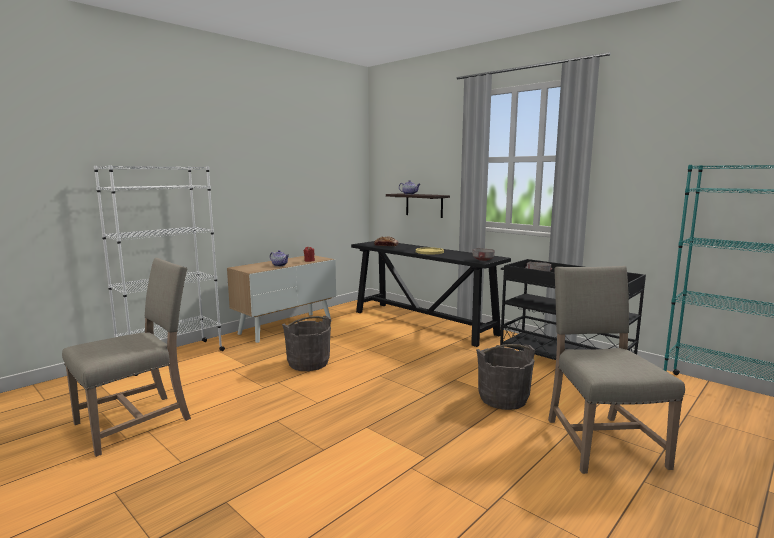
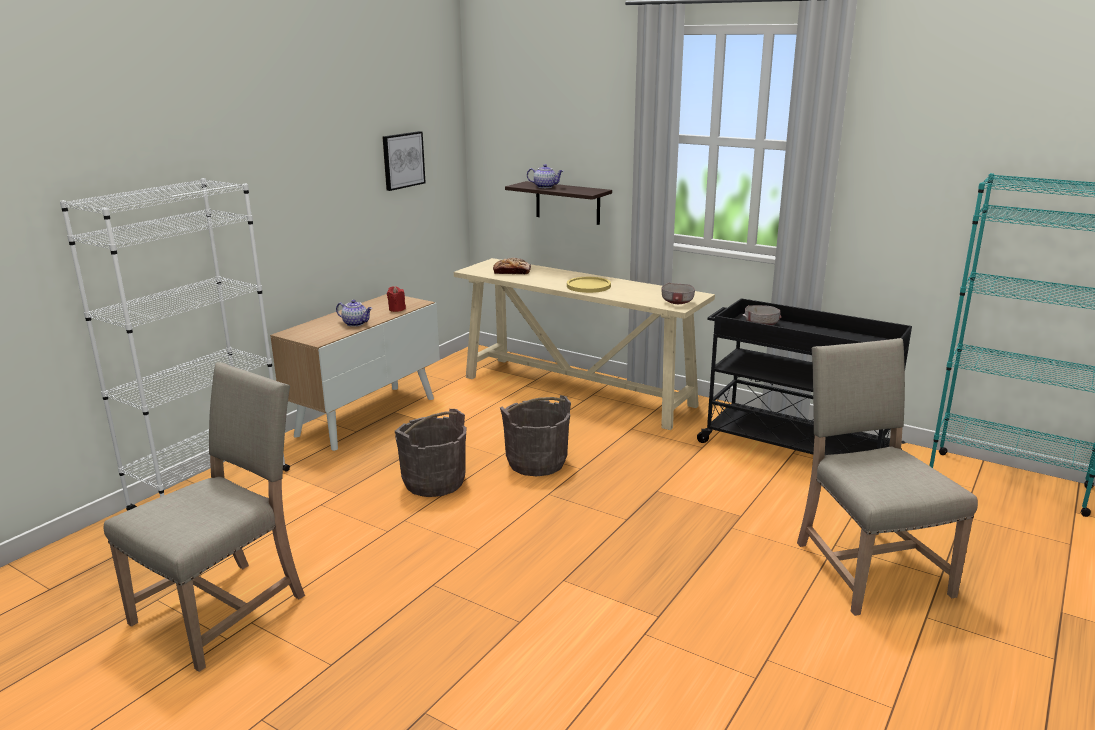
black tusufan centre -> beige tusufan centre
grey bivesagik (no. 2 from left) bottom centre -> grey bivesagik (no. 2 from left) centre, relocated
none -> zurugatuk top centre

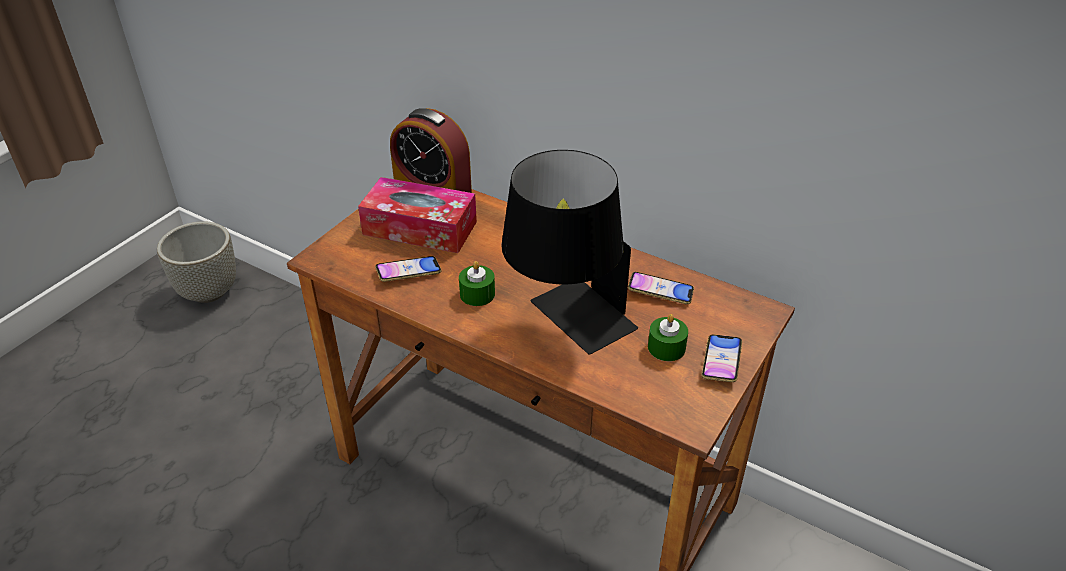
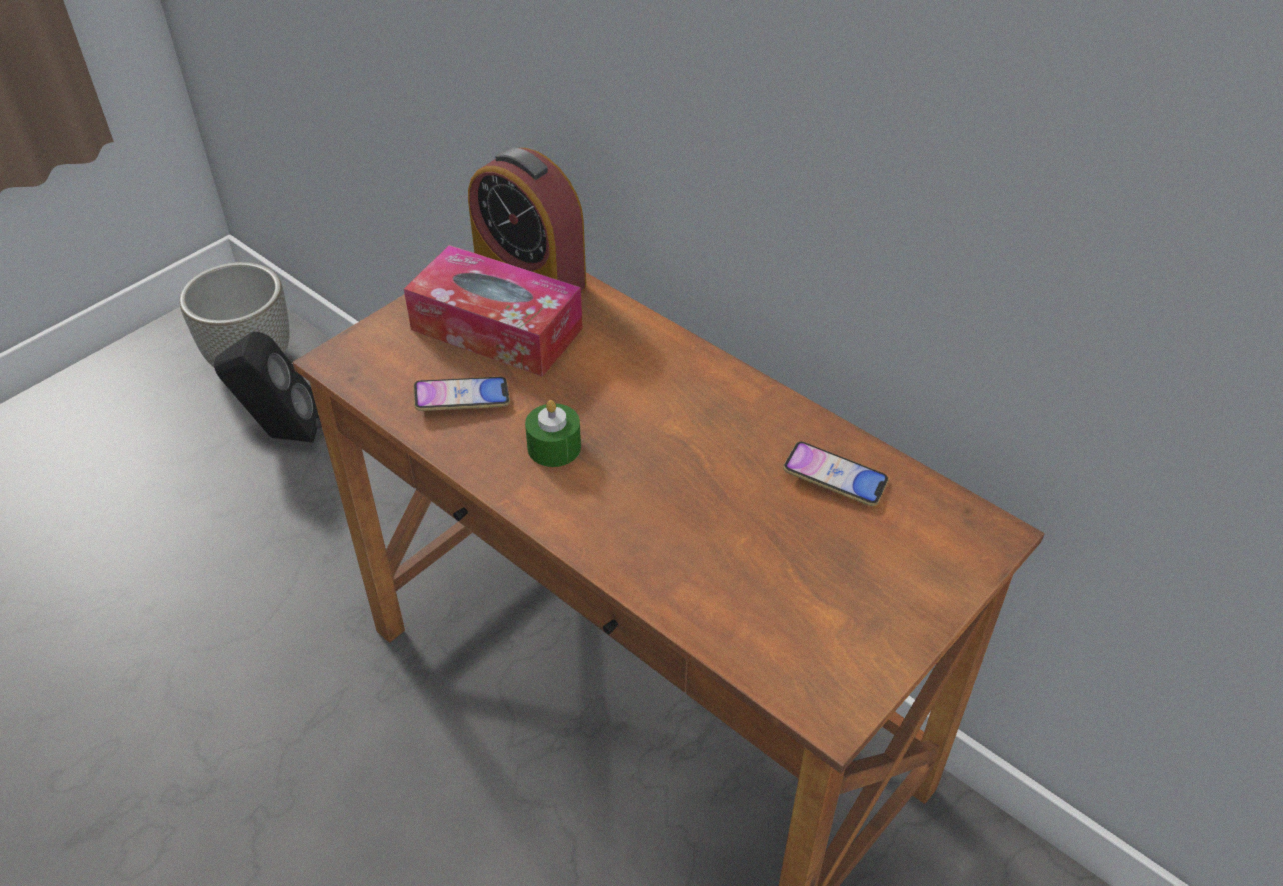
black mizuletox centre -> none
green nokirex (no. 2 from left) centre -> none
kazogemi (no. 3 from left) middle right -> none
none -> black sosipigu middle left

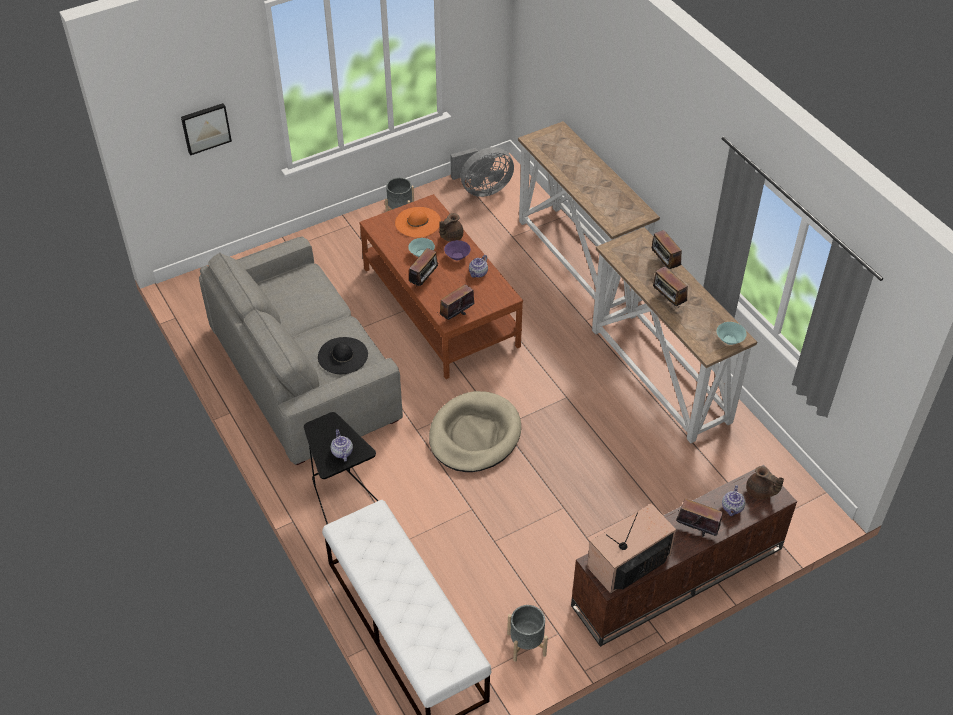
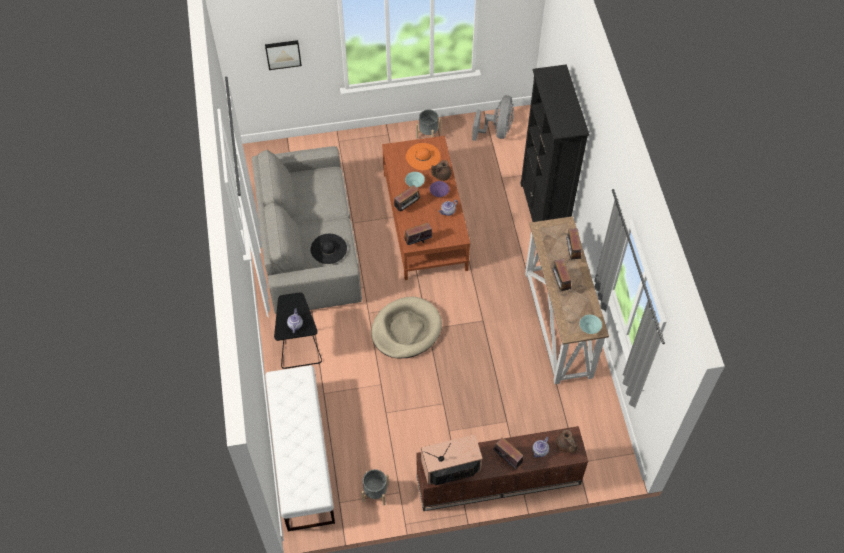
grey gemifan top centre, 75 degrees counterclockwise
tusufan (no. 1 from left) top centre -> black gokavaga top centre

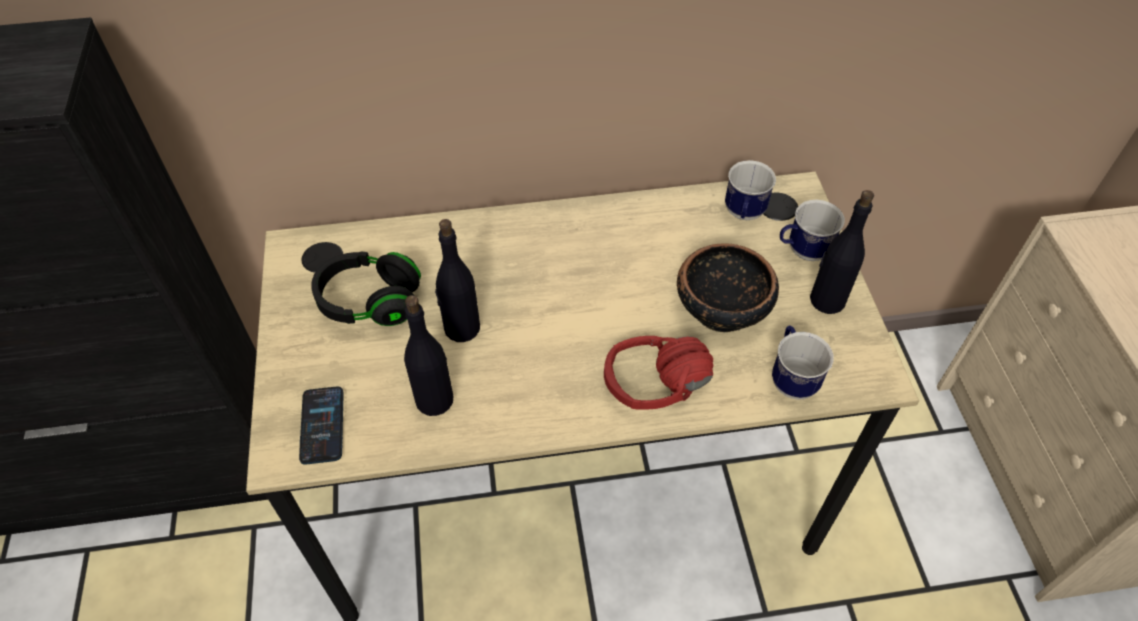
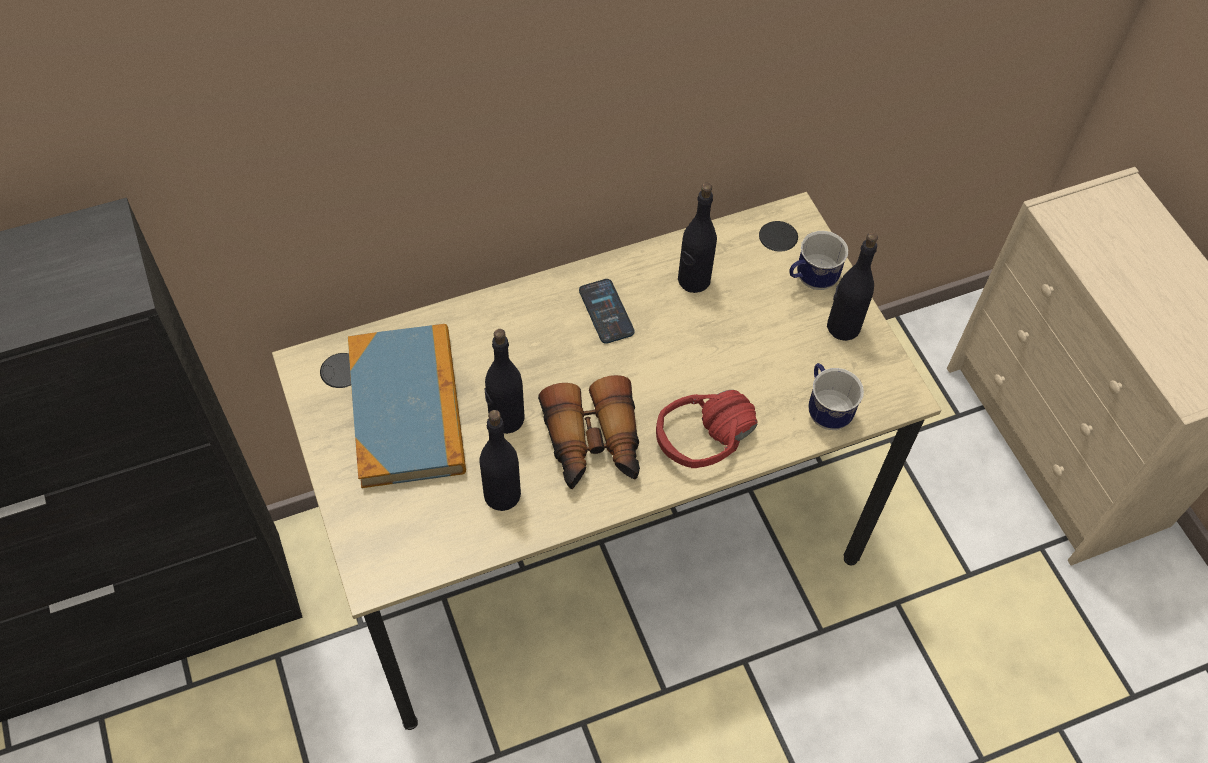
kazogemi bottom left -> kazogemi centre, relocated
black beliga middle left -> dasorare centre
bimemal centre -> none
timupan (no. 1 from left) top centre -> none
none -> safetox centre
none -> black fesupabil (no. 3 from left) top centre

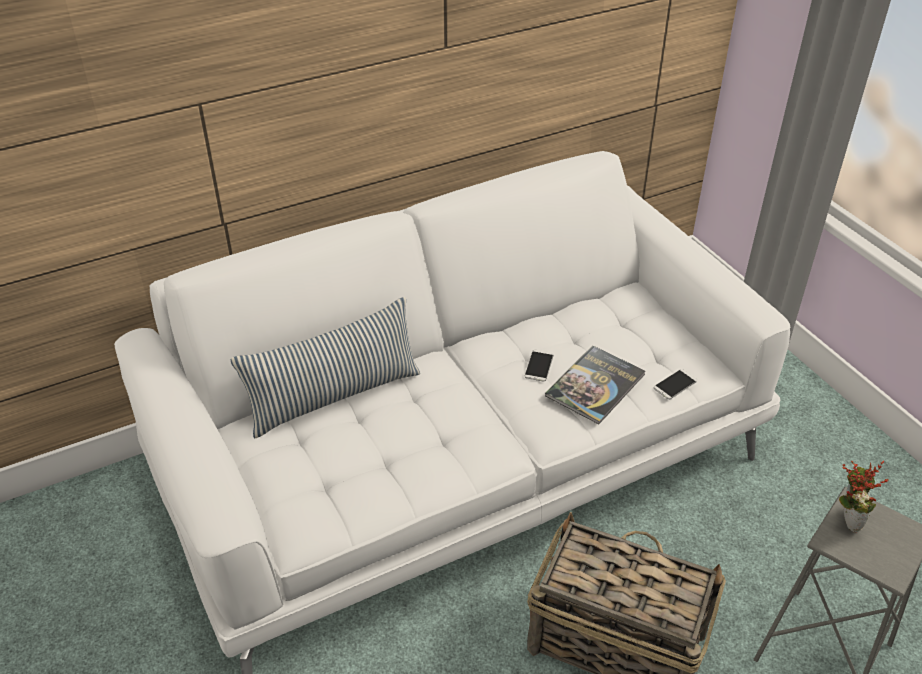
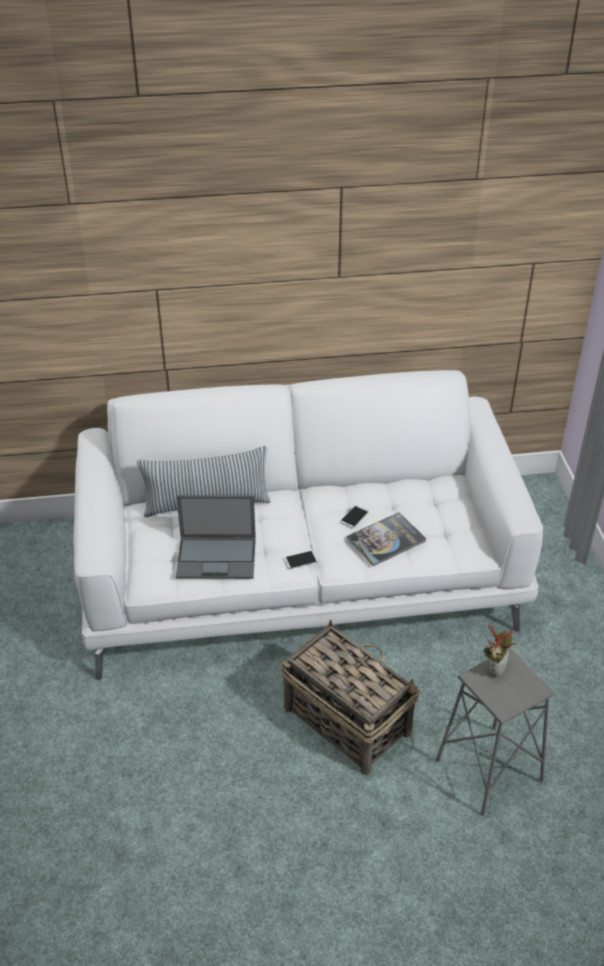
kazogemi (no. 2 from left in the first image) middle right -> kazogemi (no. 1 from left) centre, relocated
none -> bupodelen centre

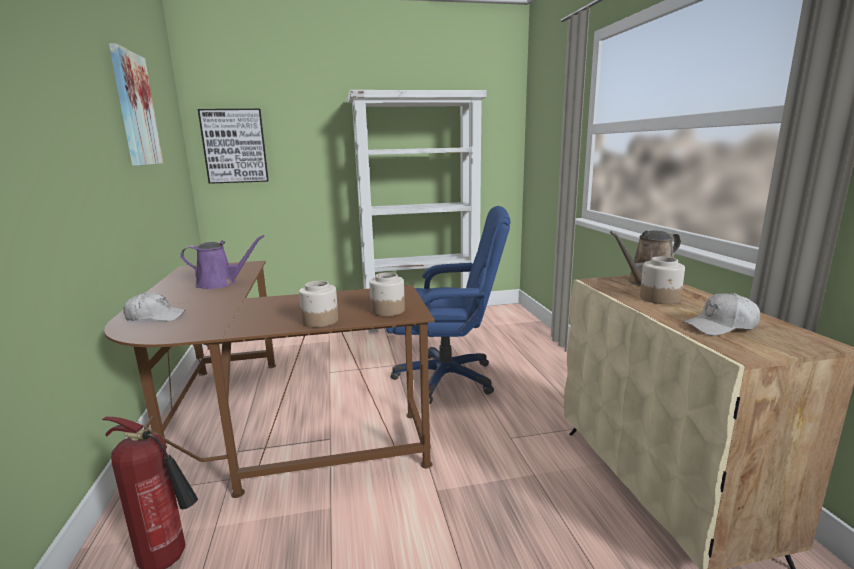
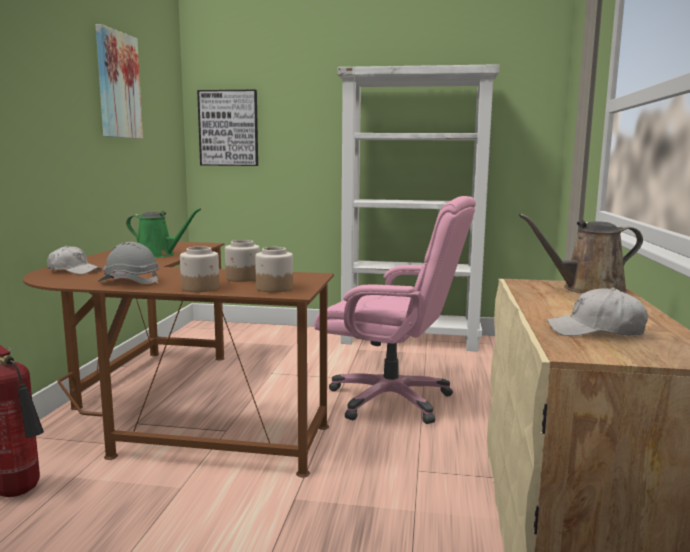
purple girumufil middle left -> green girumufil middle left
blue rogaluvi centre -> pink rogaluvi centre
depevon (no. 3 from left in the first image) middle right -> depevon (no. 2 from left) centre, relocated
none -> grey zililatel middle left

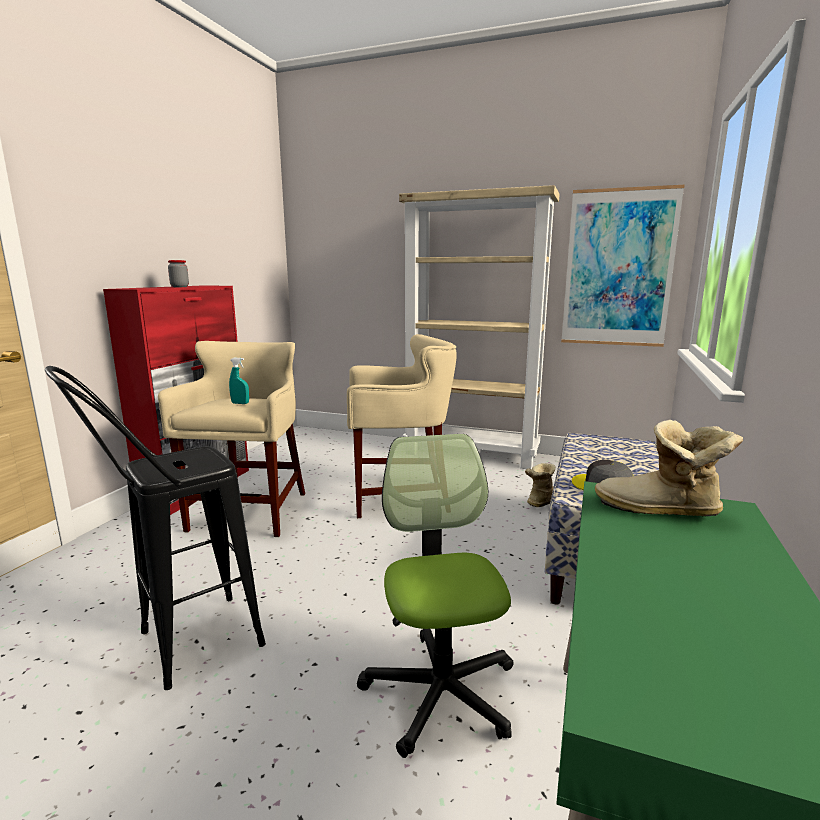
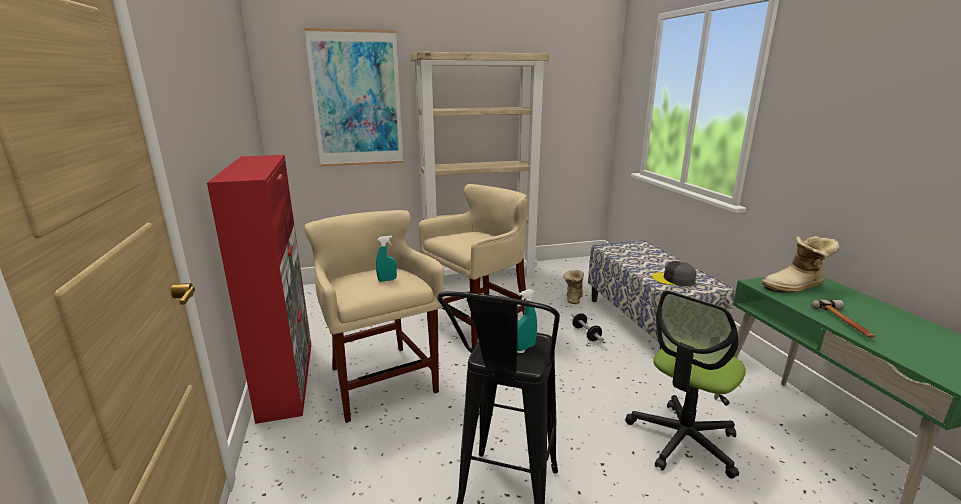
depevon top left -> none
rogaluvi bottom centre -> rogaluvi bottom right, 90 degrees counterclockwise
zurugatuk top right -> zurugatuk top centre, relocated
none -> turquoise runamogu (no. 2 from left) centre
none -> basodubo centre
none -> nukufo middle right

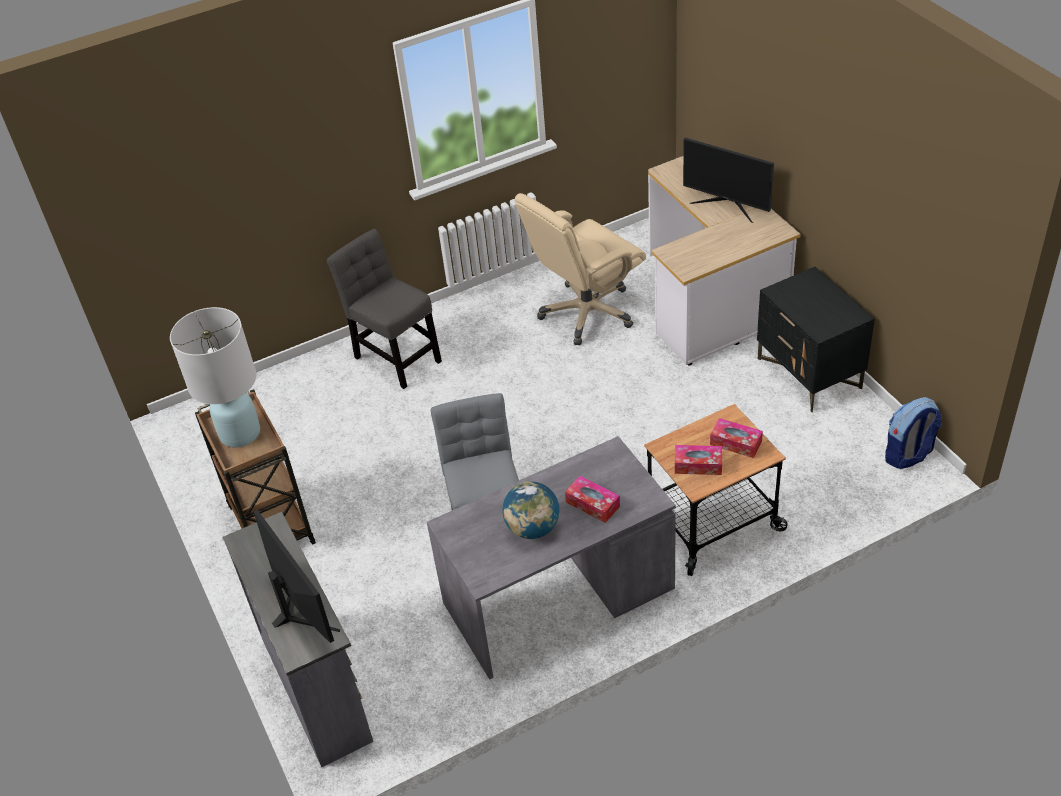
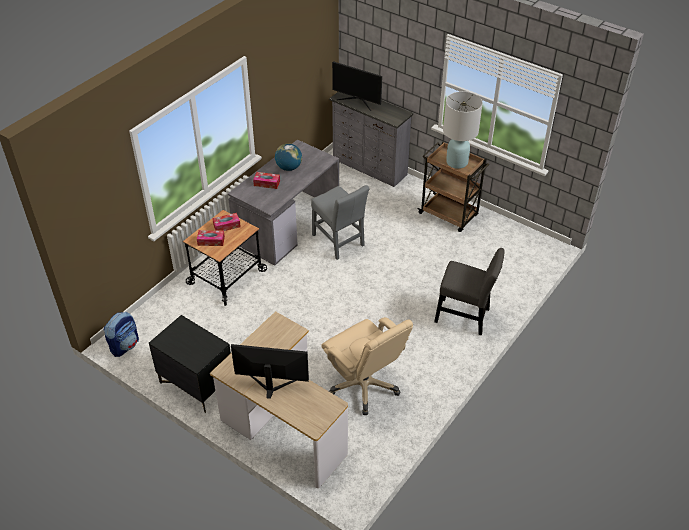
beige rogaluvi centre -> beige rogaluvi bottom centre, 120 degrees clockwise

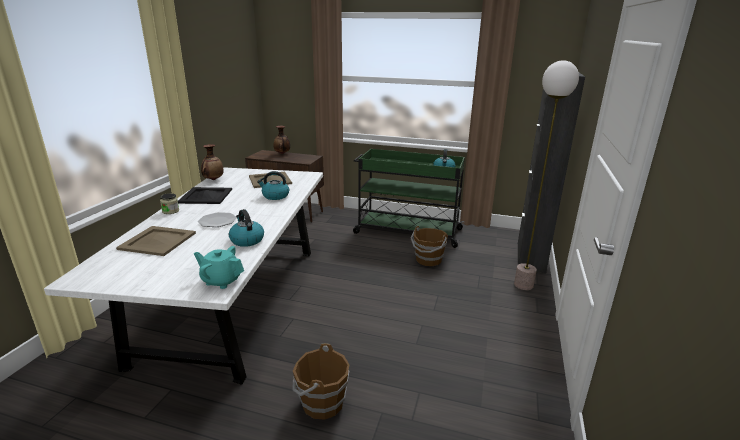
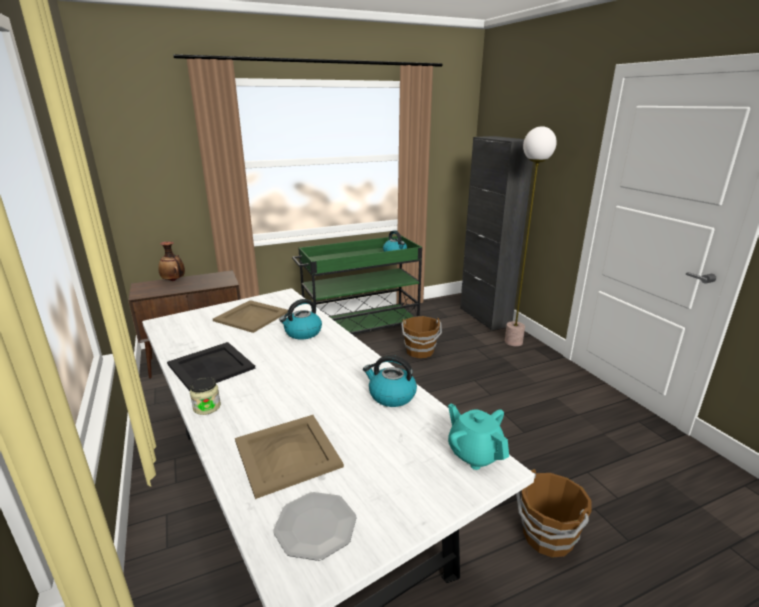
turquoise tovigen middle left -> turquoise tovigen bottom centre, 75 degrees clockwise
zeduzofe middle left -> zeduzofe bottom centre, relocated
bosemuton (no. 1 from left) middle left -> none

